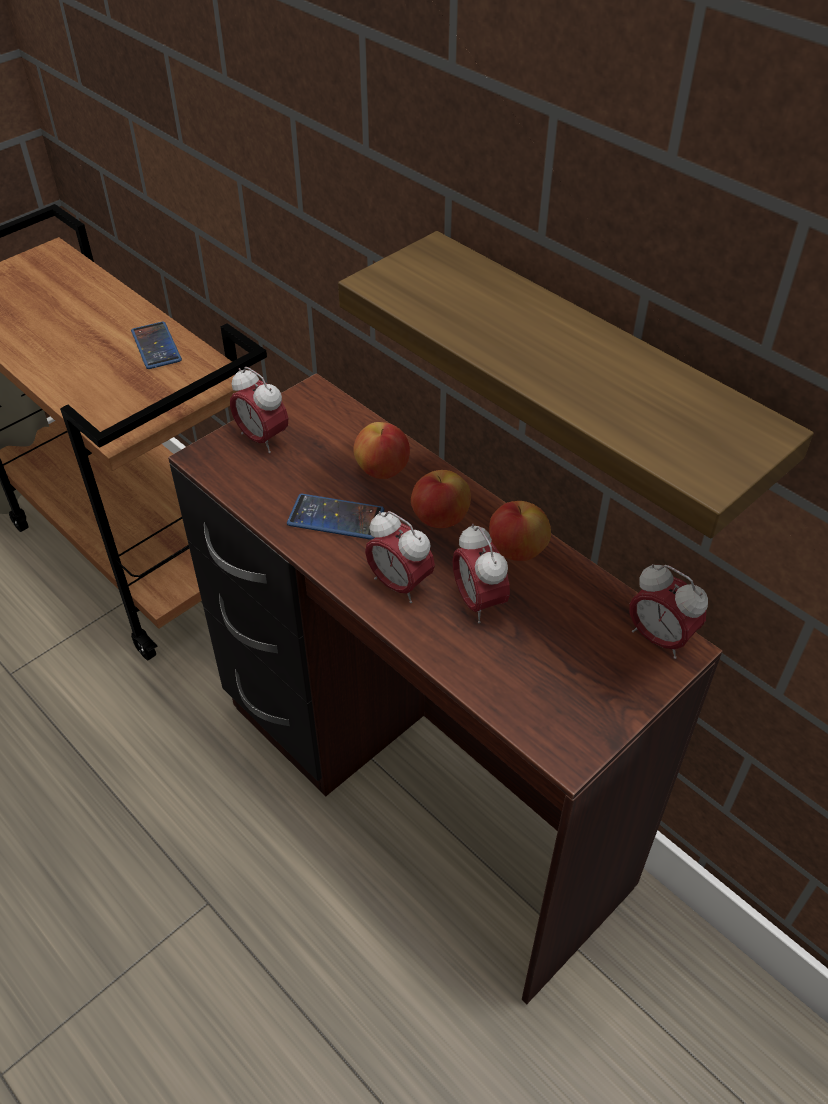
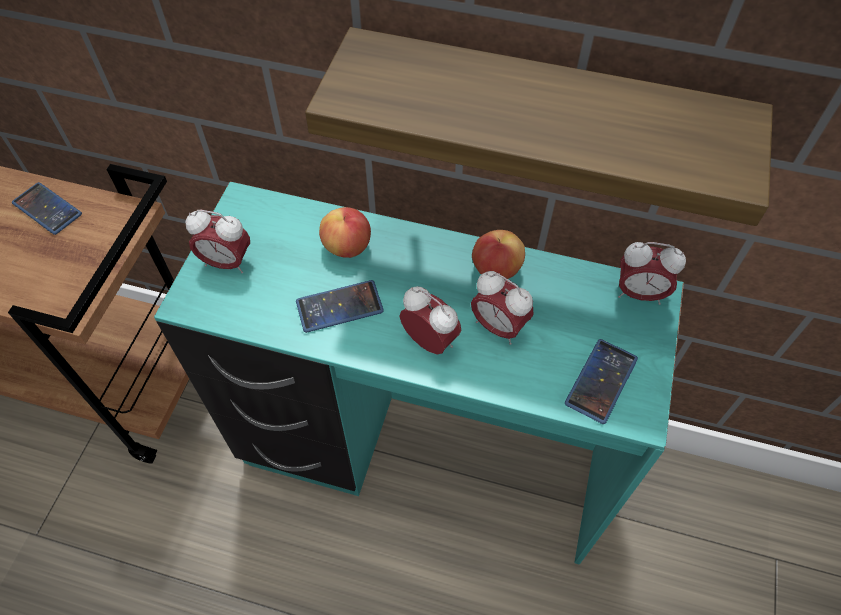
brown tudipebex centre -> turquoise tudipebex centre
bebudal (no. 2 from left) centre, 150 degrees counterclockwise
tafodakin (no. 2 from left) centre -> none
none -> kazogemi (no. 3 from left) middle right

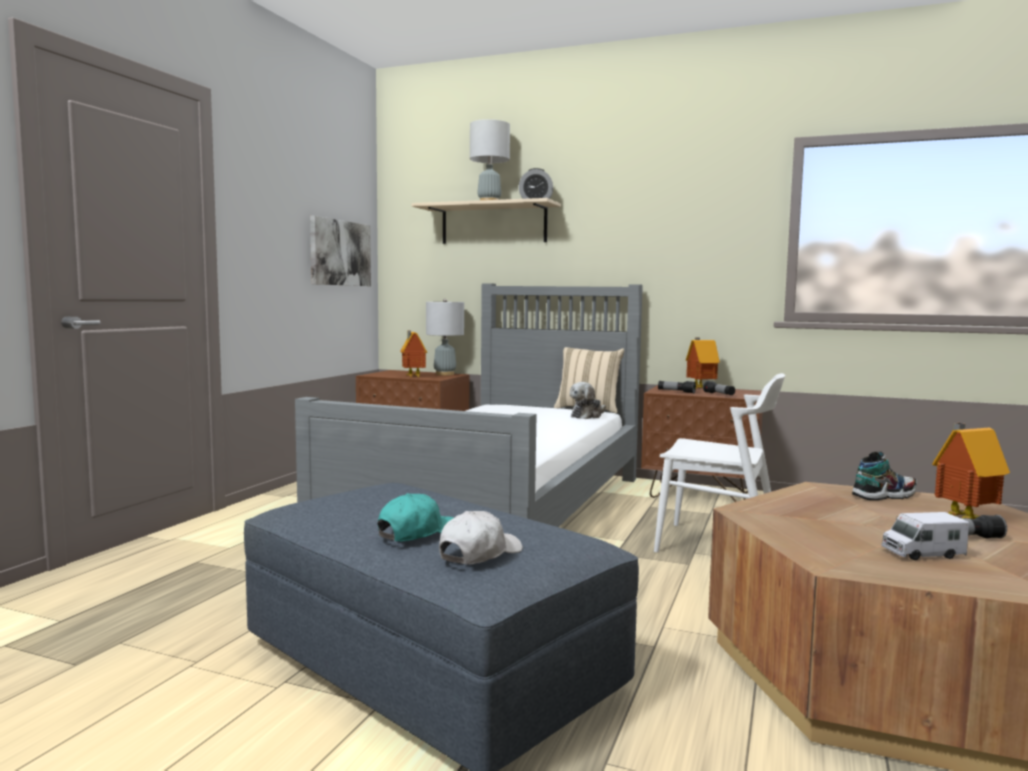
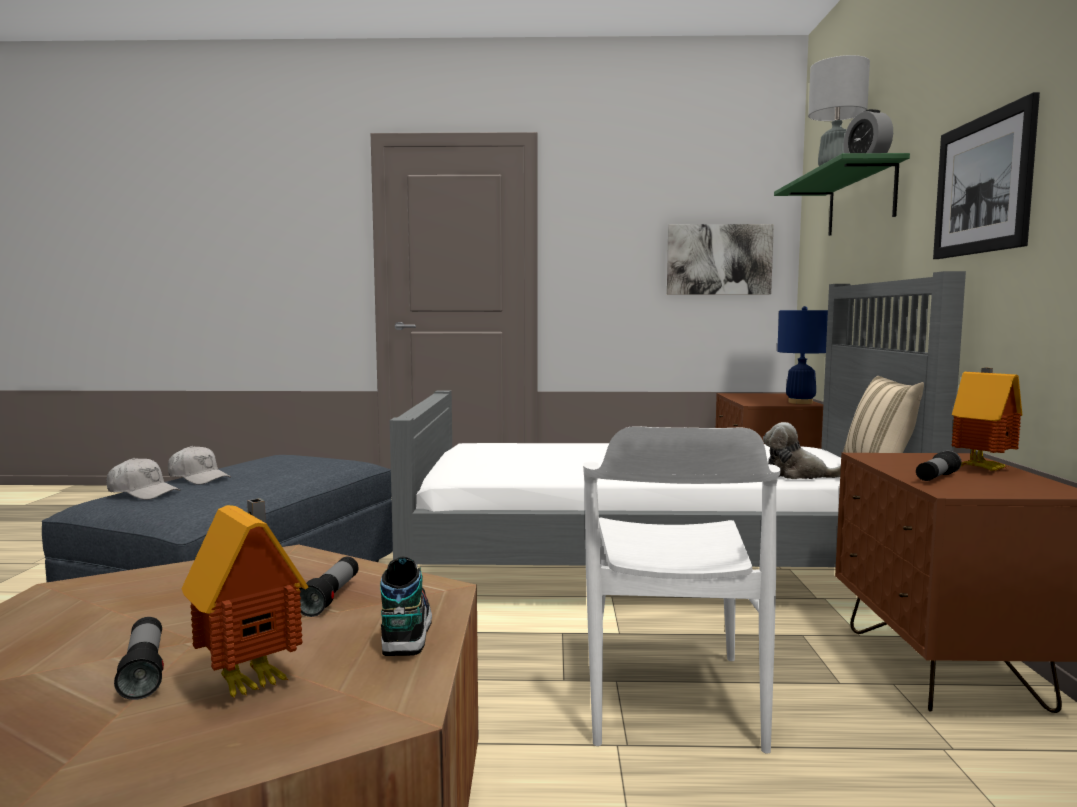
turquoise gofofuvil bottom centre -> white gofofuvil (no. 2 from left) middle left
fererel (no. 1 from left) centre -> none
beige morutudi top centre -> green morutudi top right
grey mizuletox (no. 1 from left) centre -> blue mizuletox middle right
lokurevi (no. 1 from left in the first image) centre -> lokurevi (no. 2 from left) bottom left, relocated
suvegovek middle right -> suvegovek bottom centre, 150 degrees counterclockwise
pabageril bottom right -> none
none -> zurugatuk (no. 2 from left) top right

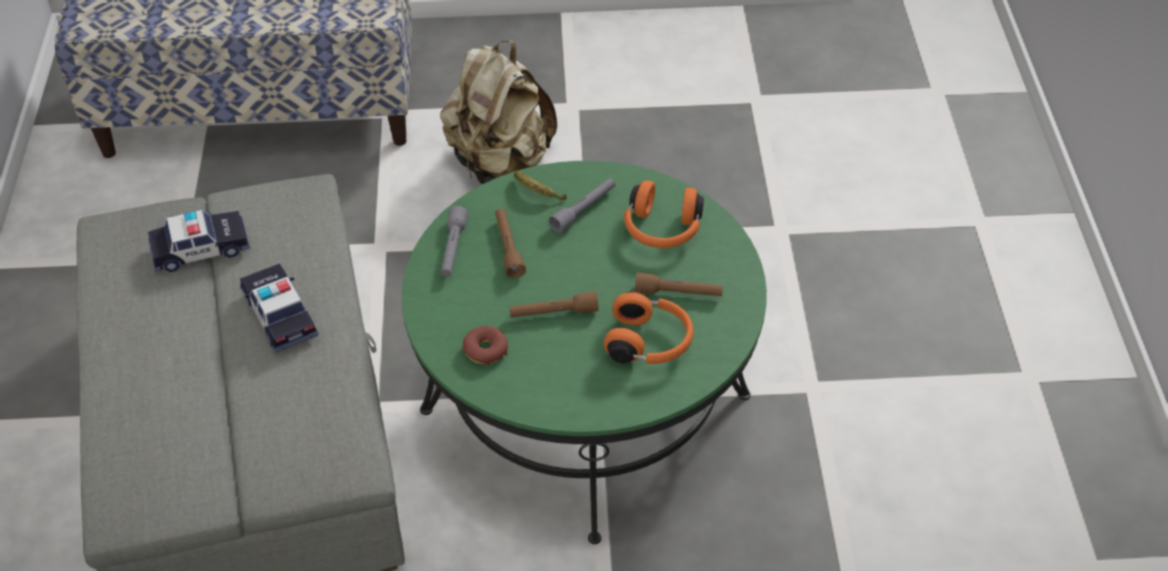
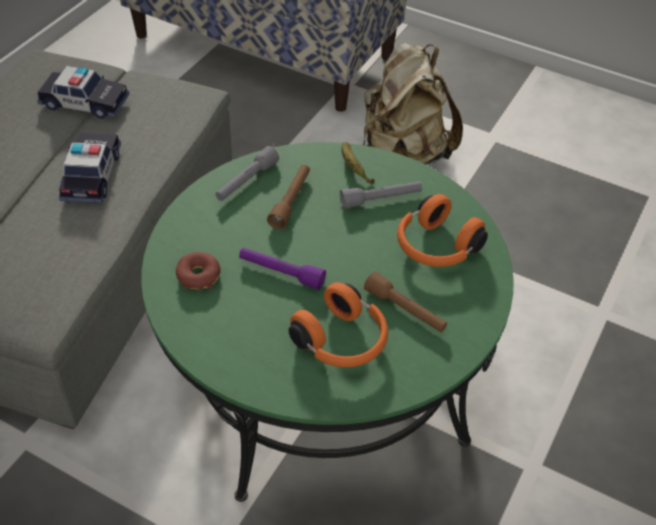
brown lokurevi (no. 2 from left) centre -> purple lokurevi centre

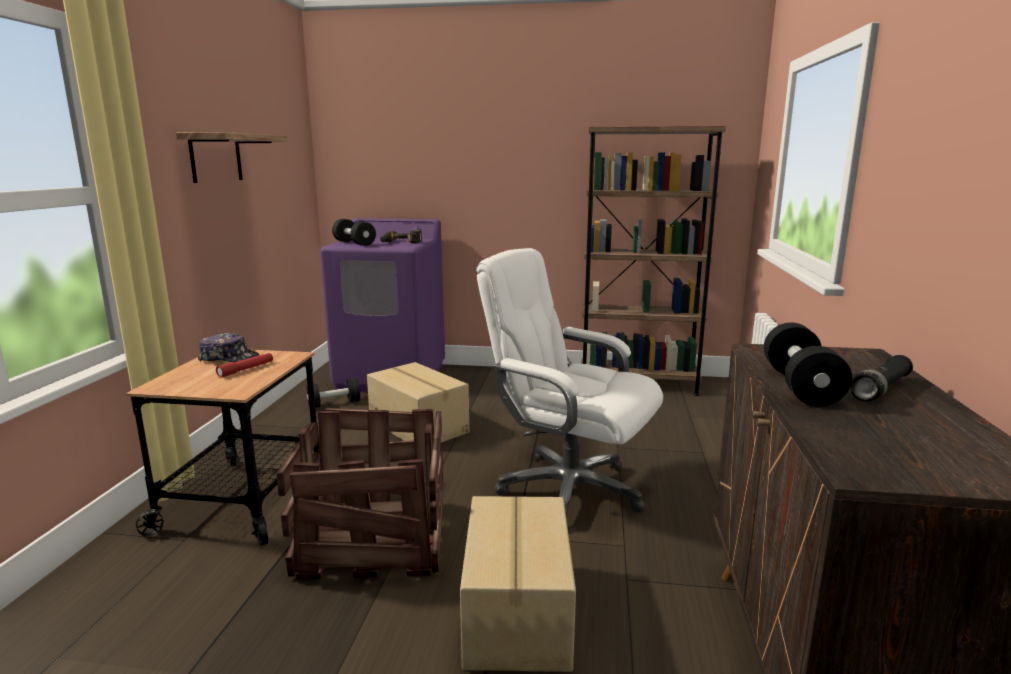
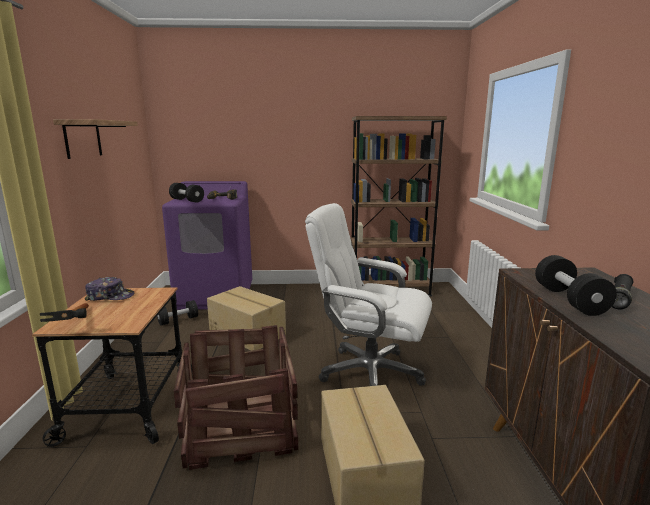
red lokurevi middle left -> none
none -> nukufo middle left

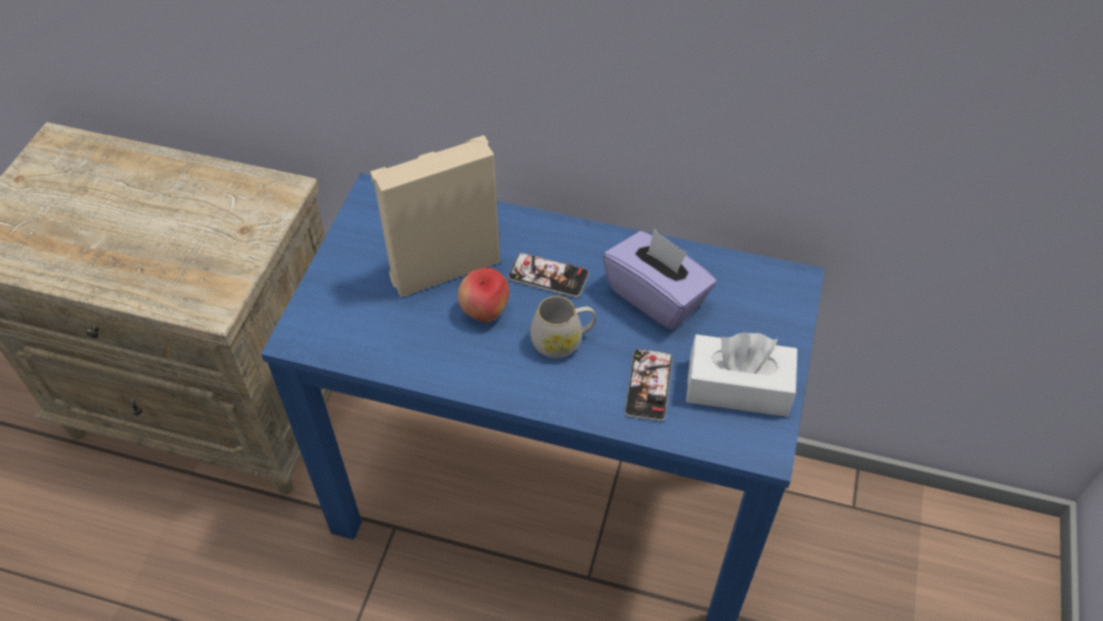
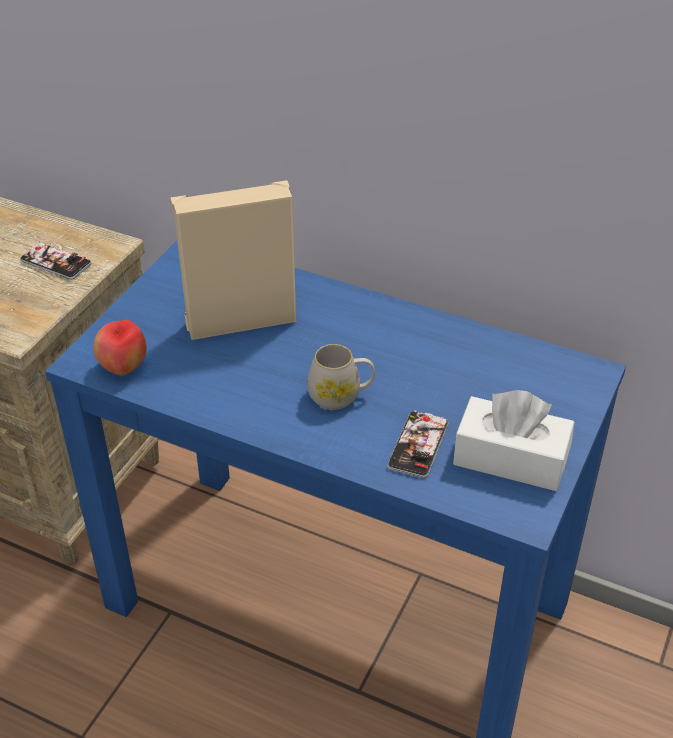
tafodakin centre -> tafodakin middle left, relocated
kazogemi (no. 1 from left) centre -> kazogemi (no. 1 from left) middle left, relocated
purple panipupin centre -> none

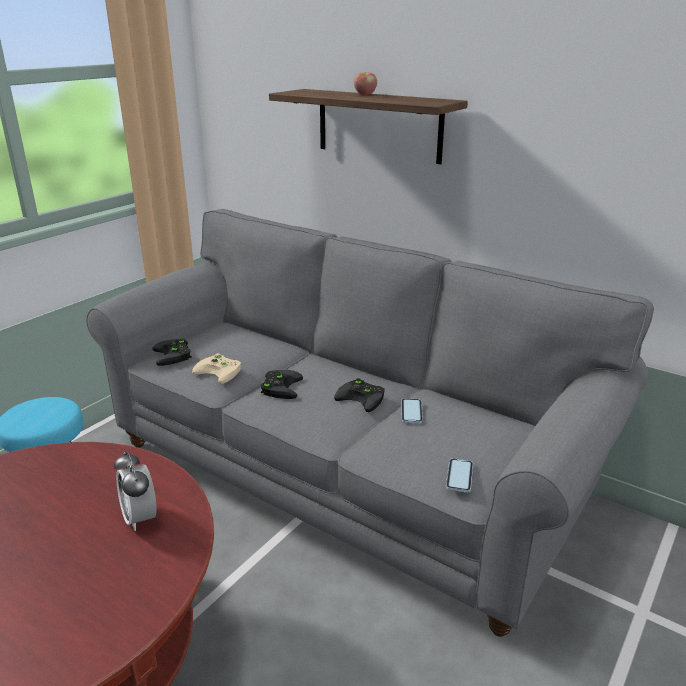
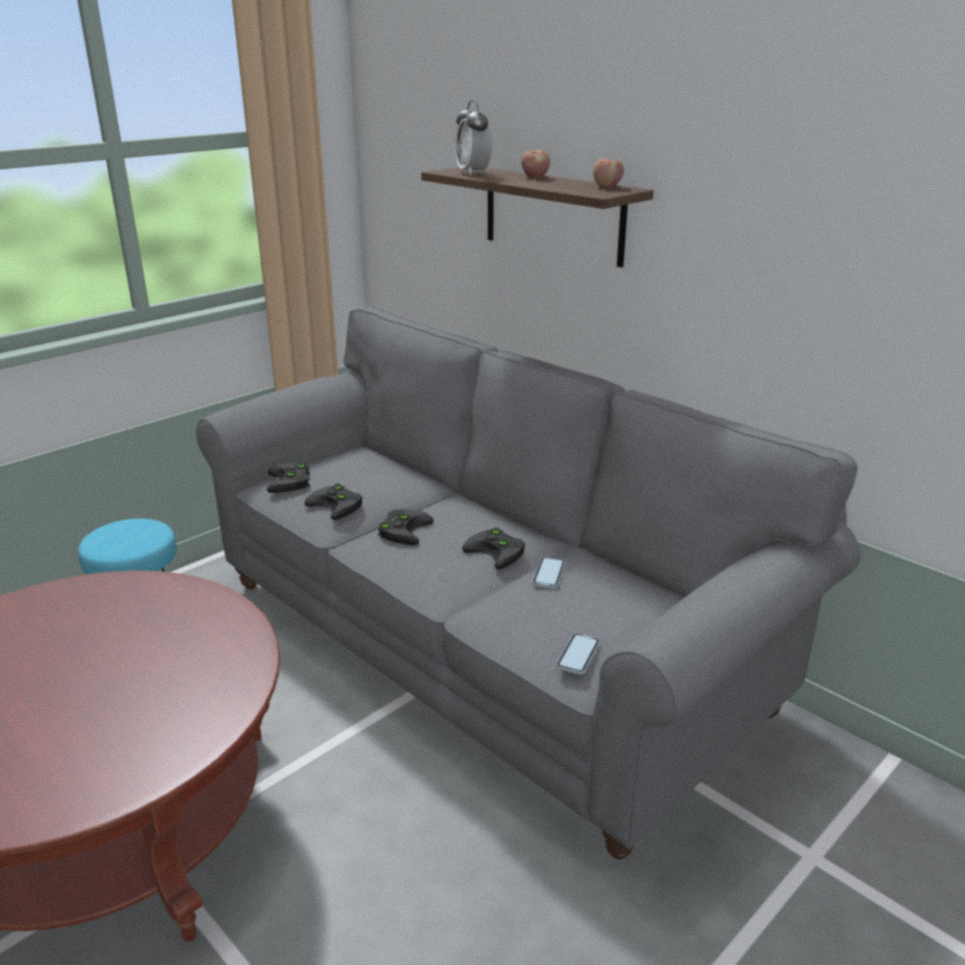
bebudal bottom left -> bebudal top centre, relocated
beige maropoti middle left -> black maropoti (no. 2 from left) centre
none -> tafodakin (no. 2 from left) top centre

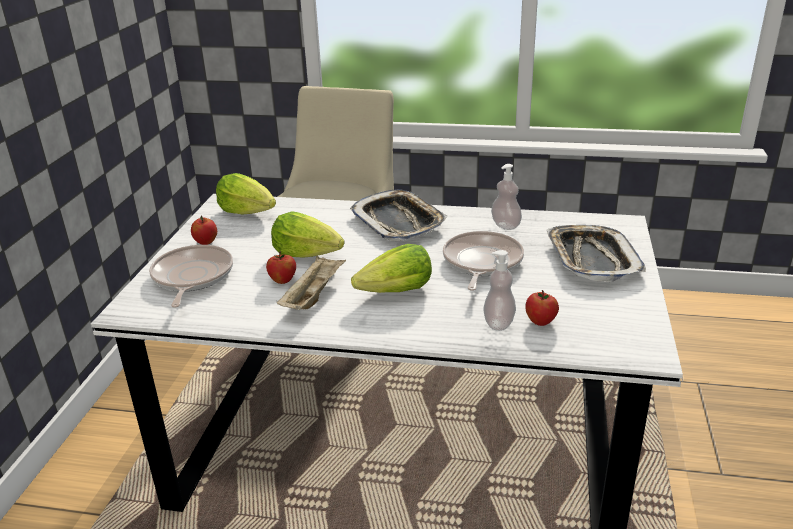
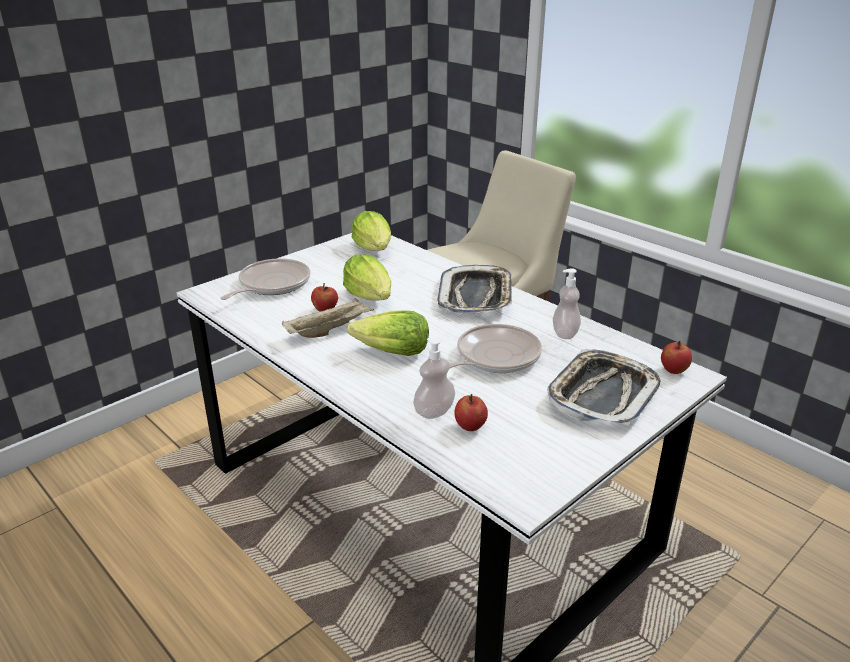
tafodakin (no. 1 from left in the first image) middle left -> tafodakin (no. 3 from left) middle right, relocated

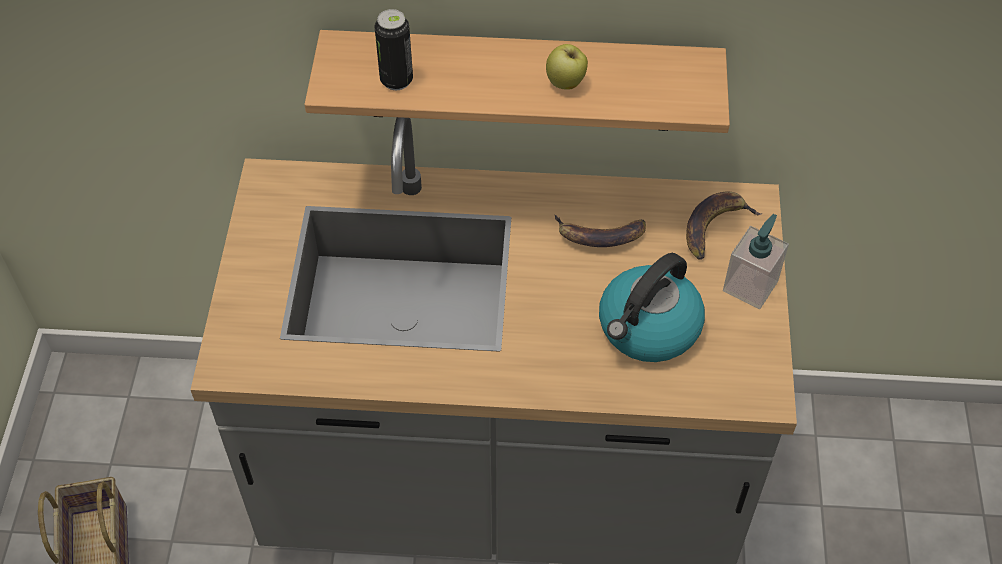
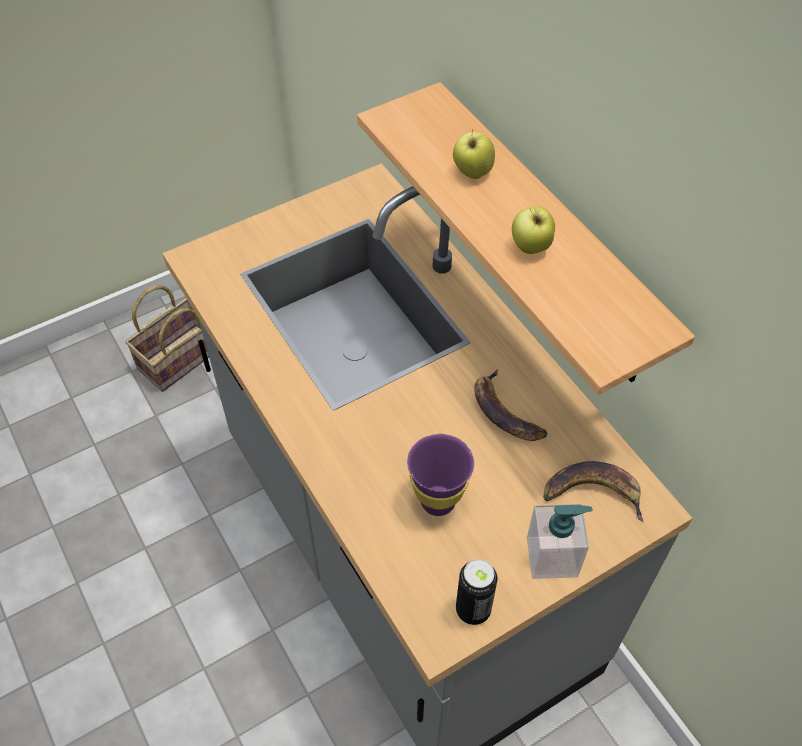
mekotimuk top centre -> mekotimuk bottom centre, relocated
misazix centre -> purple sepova centre
none -> tafodakin (no. 1 from left) top centre

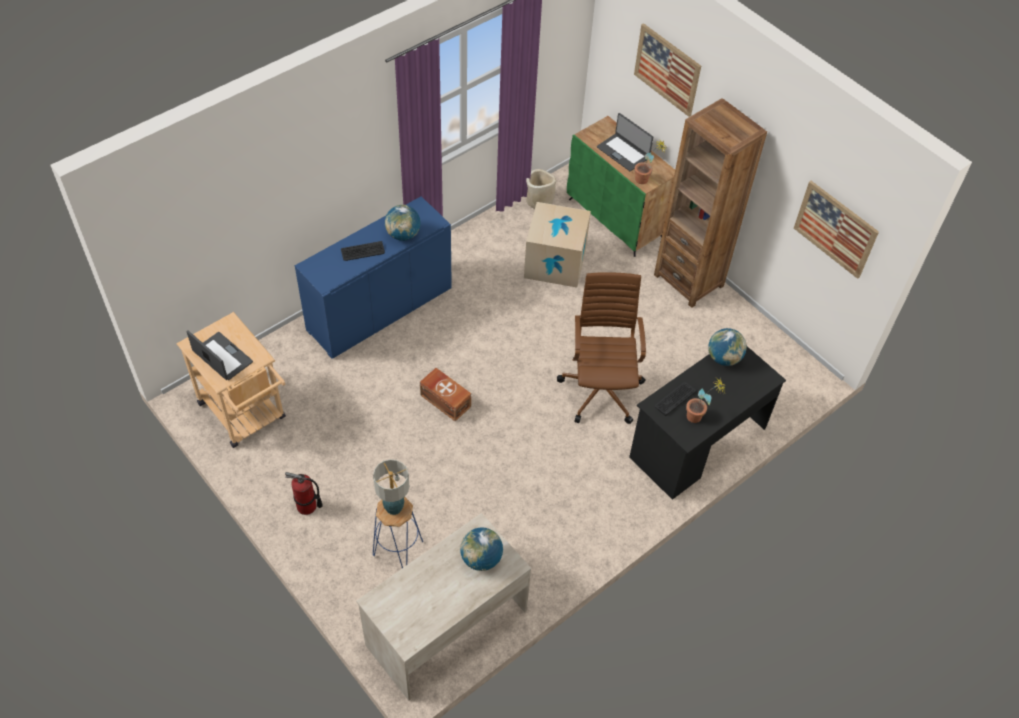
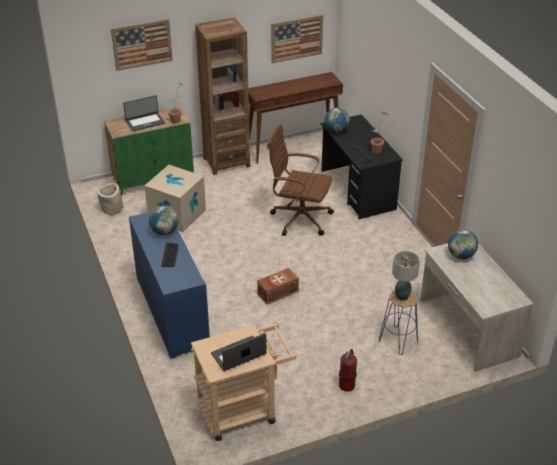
none -> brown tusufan top centre

